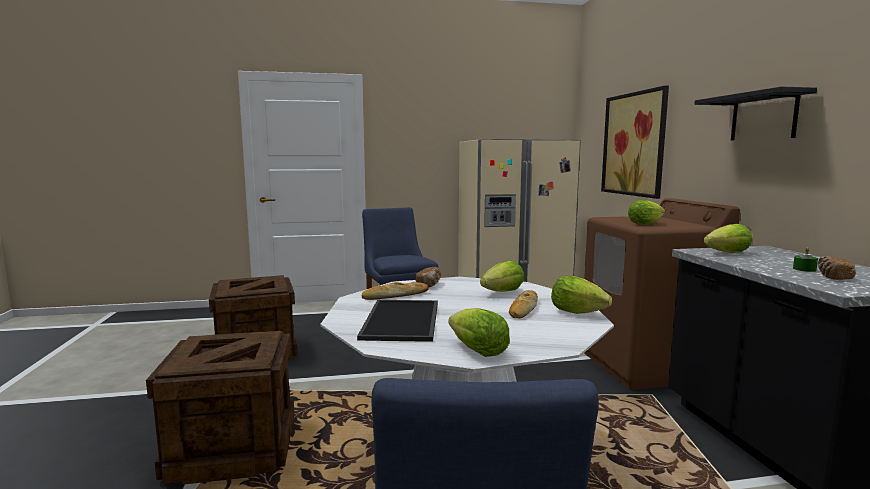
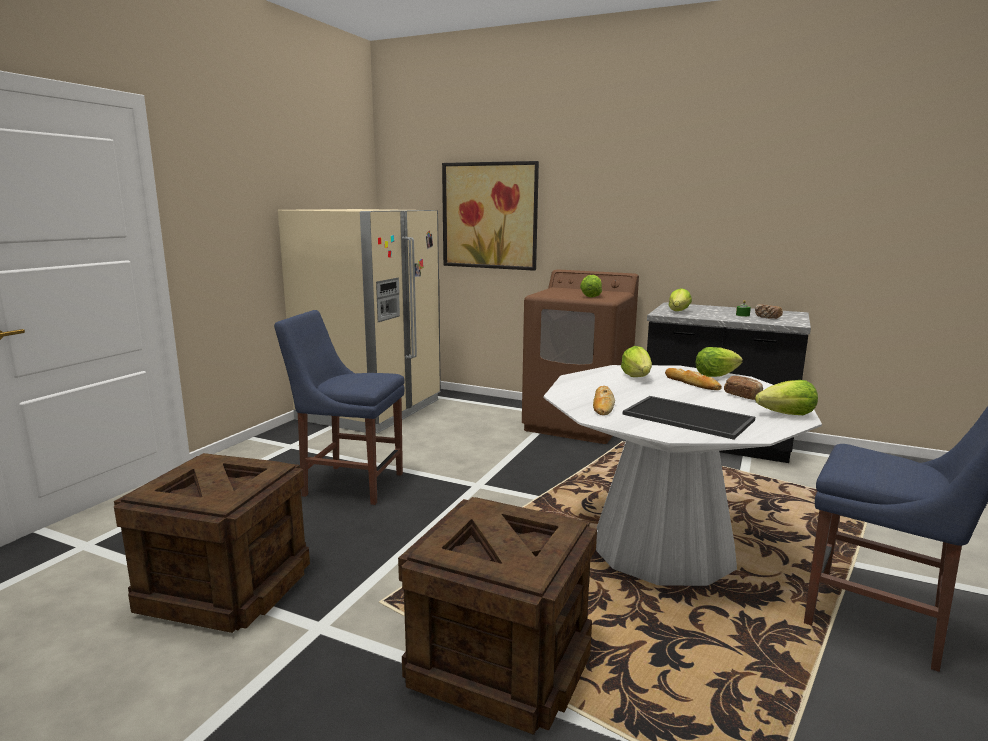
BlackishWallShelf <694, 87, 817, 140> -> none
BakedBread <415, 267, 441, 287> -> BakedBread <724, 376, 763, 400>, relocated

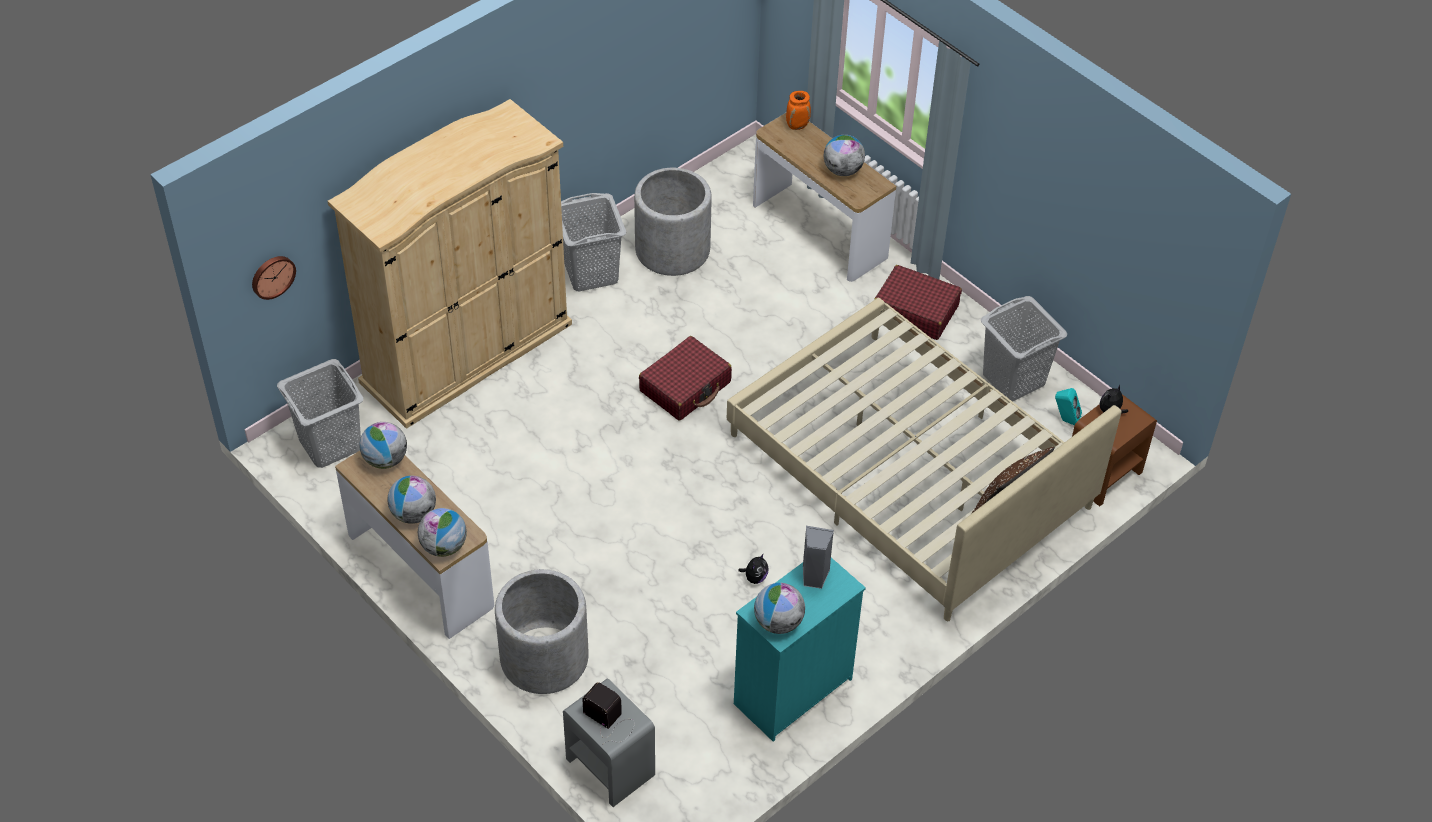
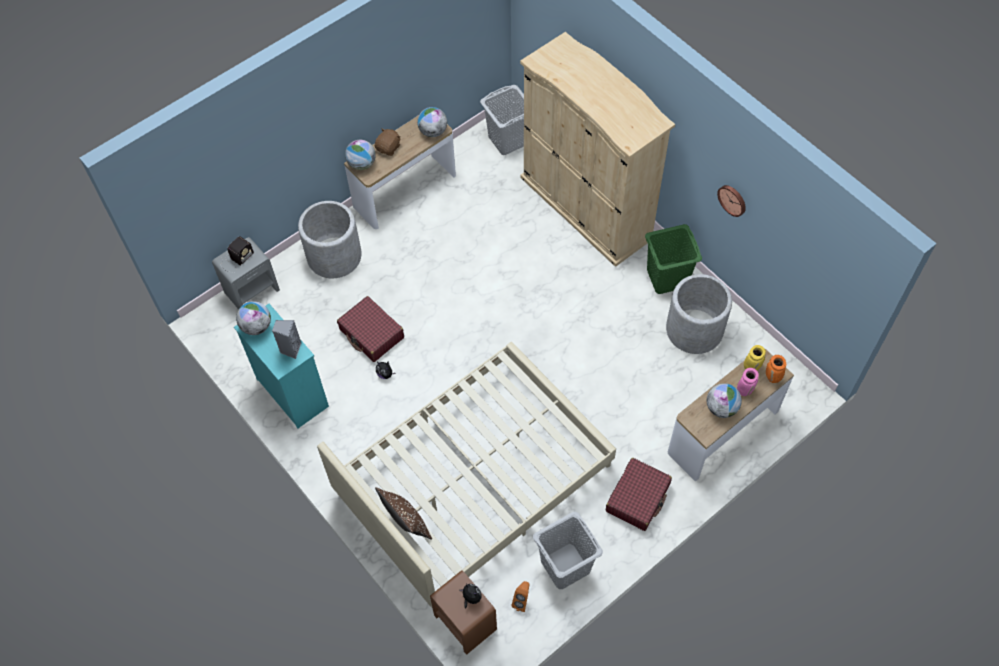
none -> PinkColouredFlowerVase <737, 368, 759, 396>
none -> YellowFlowerVase <744, 345, 766, 371>
HangingClock <252, 256, 296, 300> -> HangingClock <717, 185, 746, 217>, relocated
ReddishTravelCase <639, 336, 732, 421> -> ReddishTravelCase <337, 296, 404, 362>, relocated
Globe <387, 476, 436, 524> -> BrownSoftToy <375, 128, 401, 156>
GreyLaundryBasket <561, 193, 626, 292> -> GreenishLaundryBasket <645, 224, 702, 294>
BlueGreenAudioSpeaker <1055, 388, 1082, 426> -> OrangeAudioSpeaker <511, 581, 530, 612>

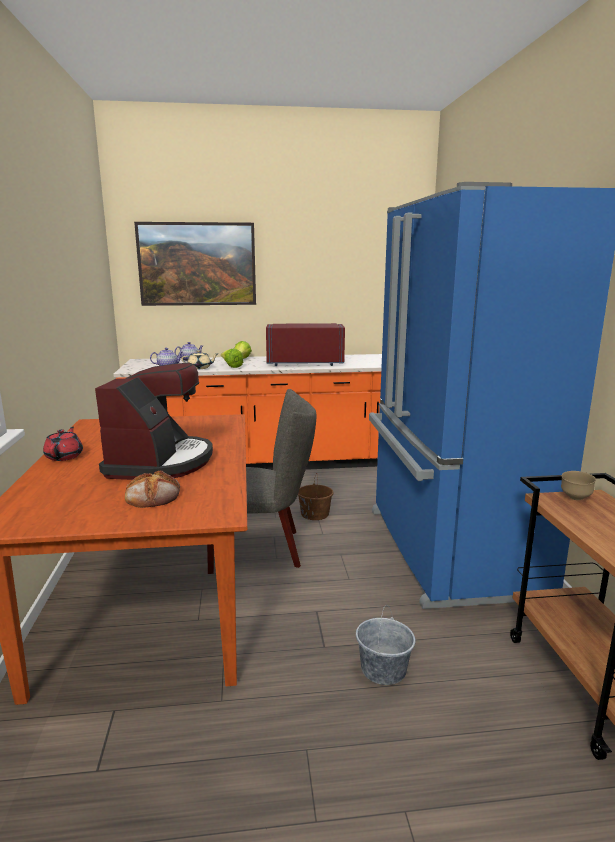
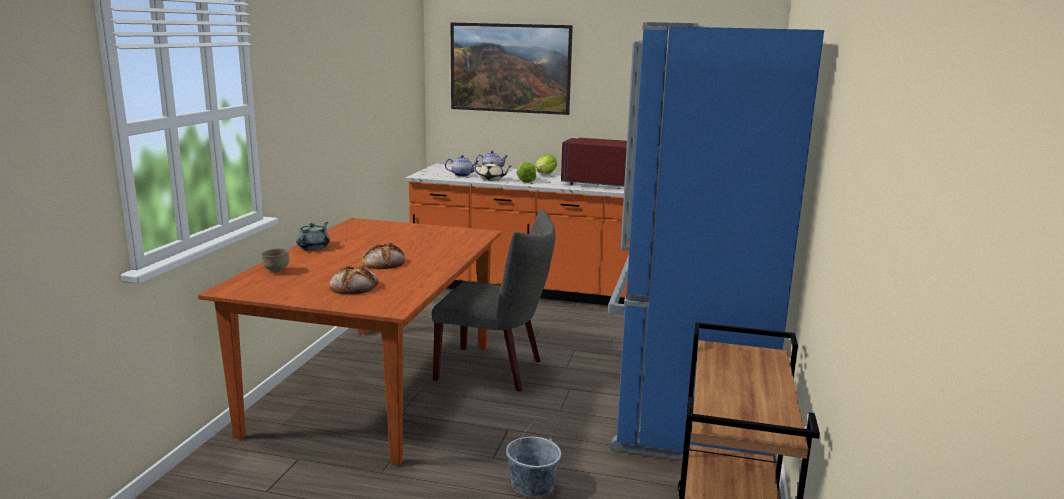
BrownPail <298, 474, 334, 520> -> none
BrownBowl <561, 471, 596, 500> -> BrownBowl <261, 248, 290, 272>, relocated
CoffeeBrewer <95, 363, 213, 480> -> BakedBread <362, 243, 405, 269>
ReddishTeaPot <43, 427, 83, 461> -> GreyTeaPot <296, 222, 330, 250>

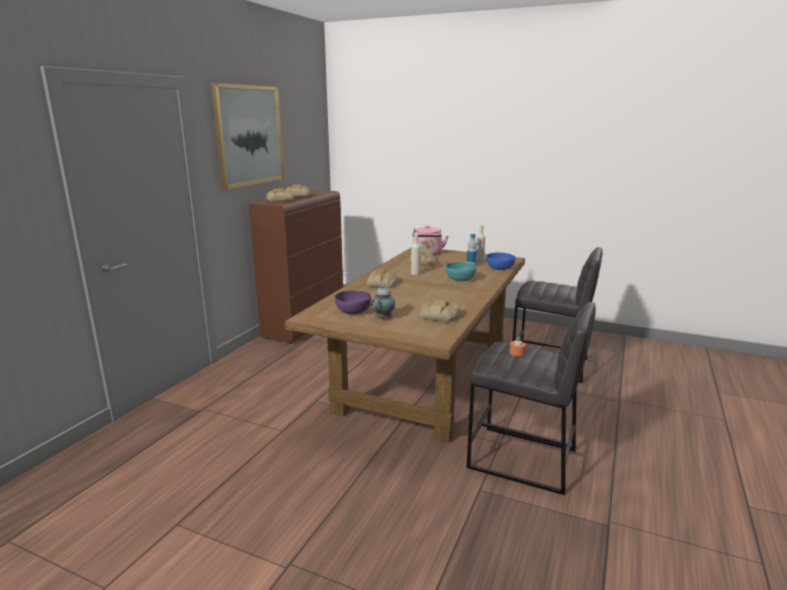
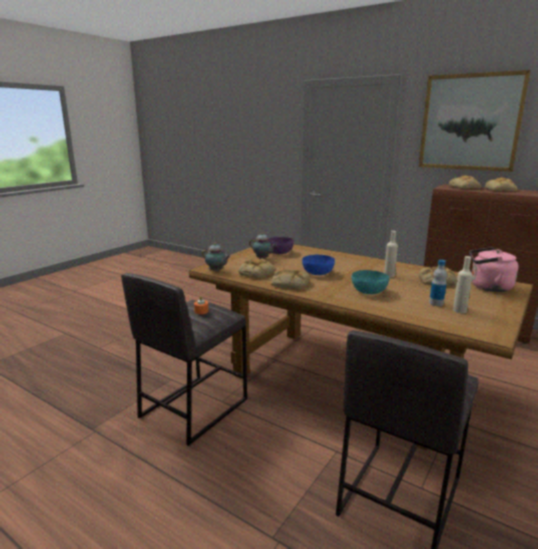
none -> TeaPot <202, 243, 231, 272>
BakedBread <366, 269, 397, 288> -> BakedBread <271, 269, 310, 290>, relocated
BlueColouredBowl <487, 253, 515, 270> -> BlueColouredBowl <302, 255, 335, 275>, relocated

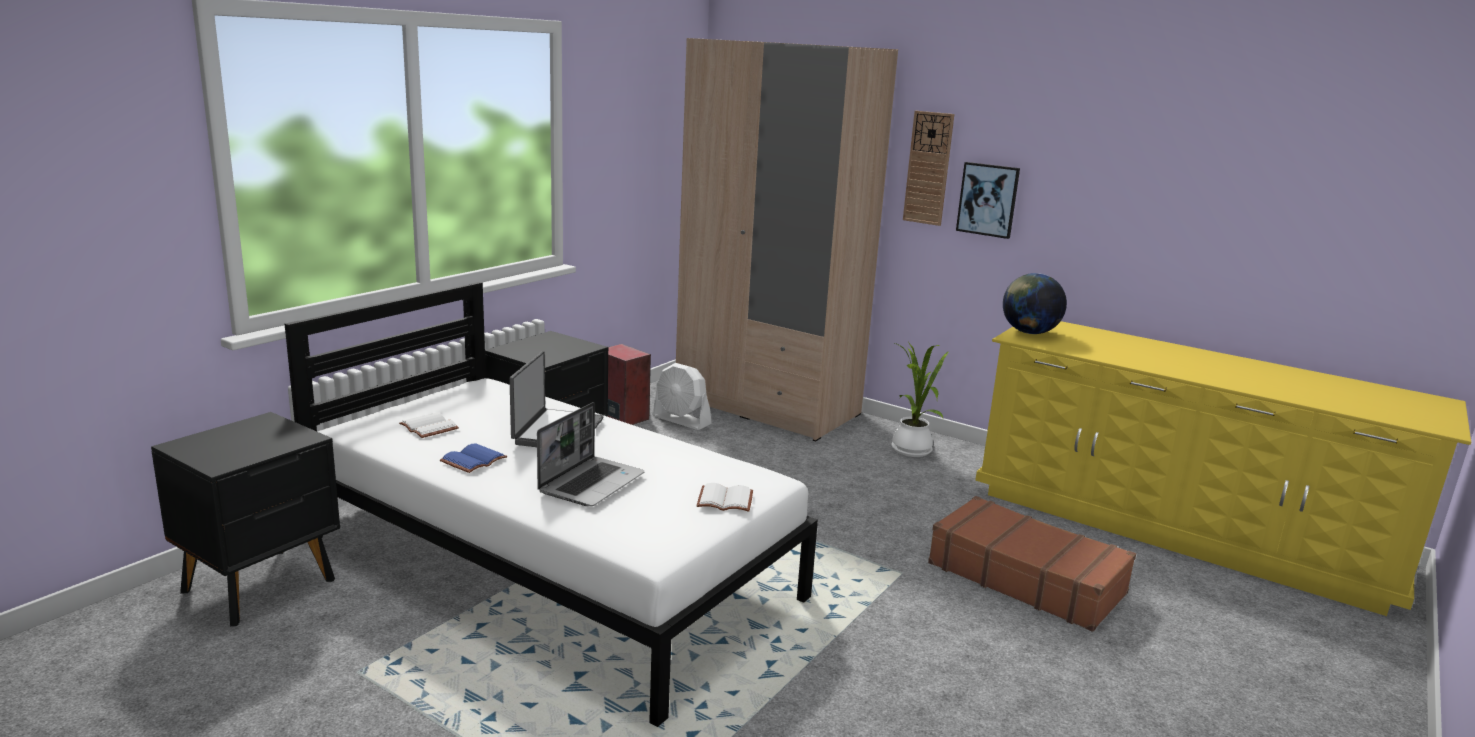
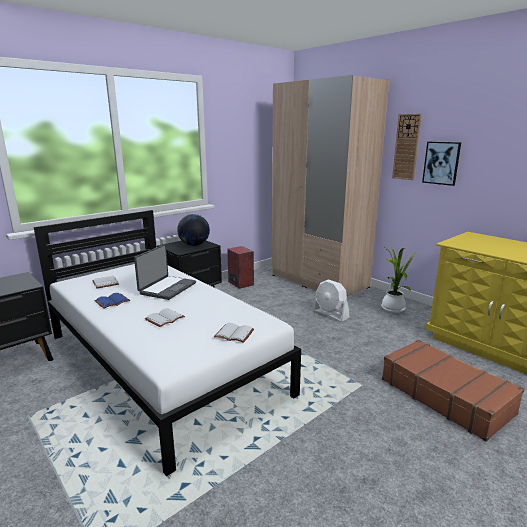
WhiteCoolingFan <652, 363, 712, 430> -> WhiteCoolingFan <313, 280, 350, 322>, relocated
Globe <1003, 273, 1067, 334> -> Globe <177, 214, 210, 246>, relocated
Laptop <537, 402, 645, 506> -> WhiteBoundBook <145, 308, 185, 327>

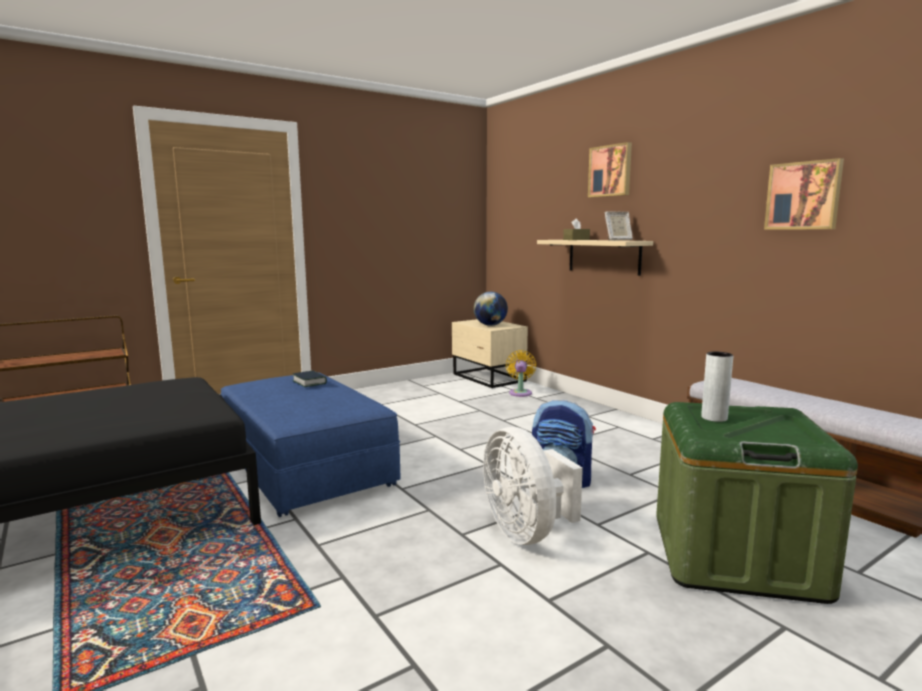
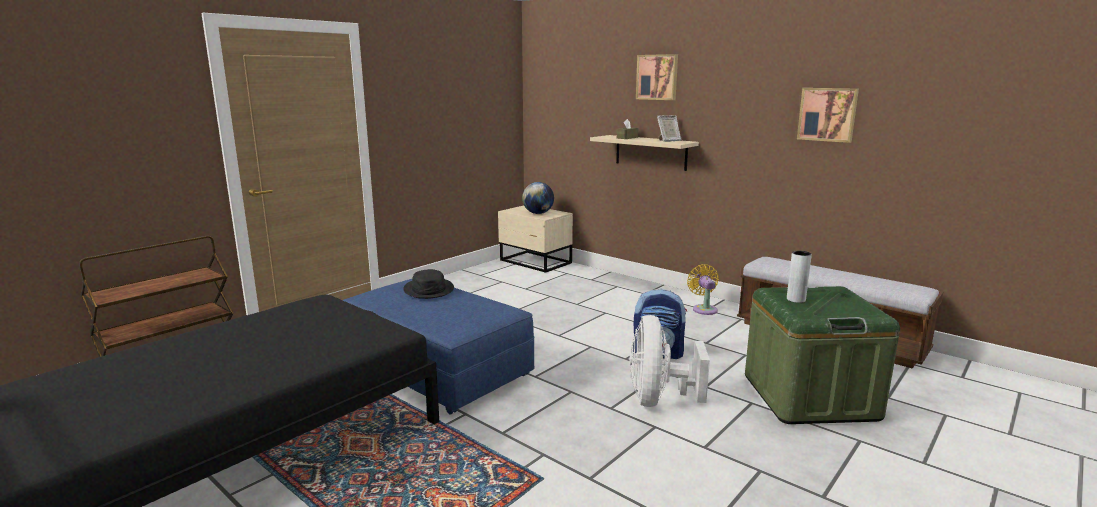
YellowCoolingFan <506, 350, 536, 397> -> YellowCoolingFan <687, 264, 719, 315>, relocated
BoundBook <292, 371, 327, 387> -> BlackishClothingHat <404, 269, 454, 299>
WhiteCoolingFan <483, 427, 583, 545> -> WhiteCoolingFan <630, 315, 710, 407>, 45 degrees clockwise

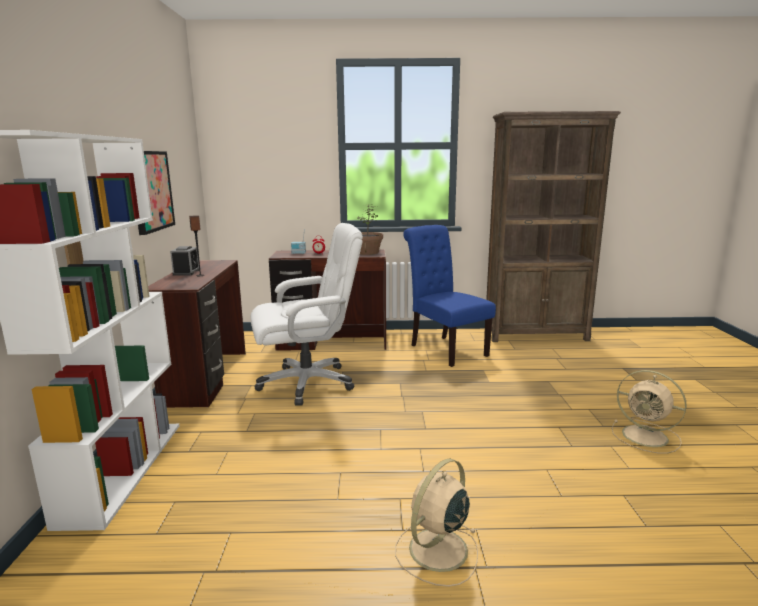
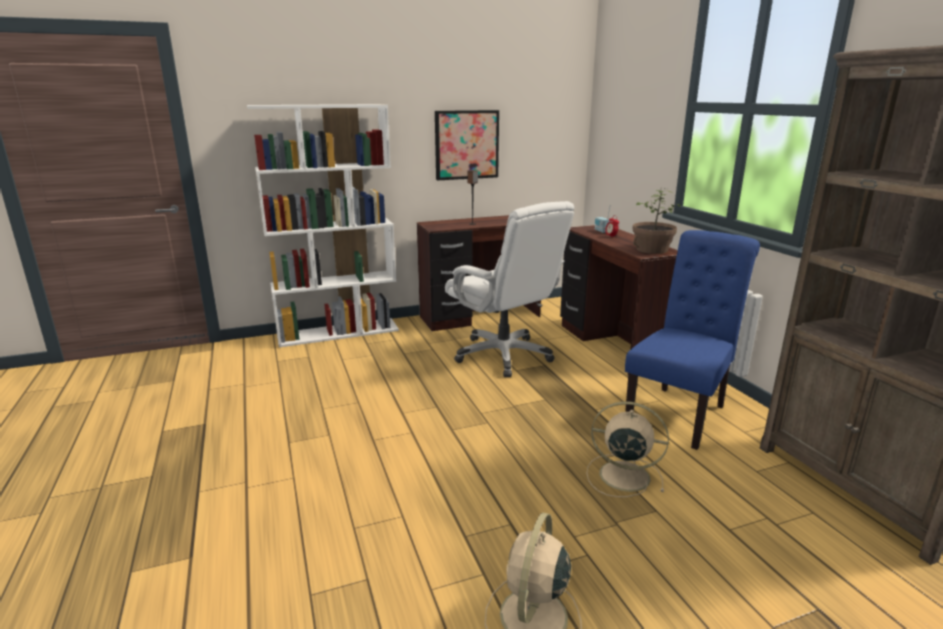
AlarmClock <170, 246, 199, 276> -> none
BeigeColouredCoolingFan <395, 459, 478, 587> -> BeigeColouredCoolingFan <587, 401, 669, 497>, relocated

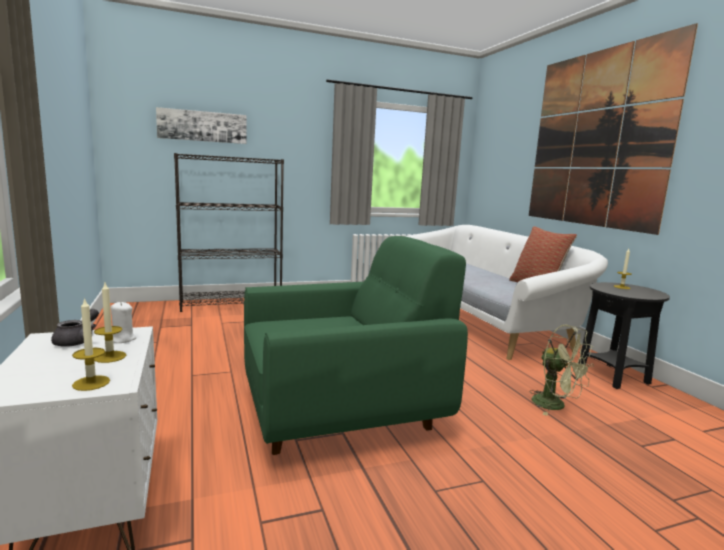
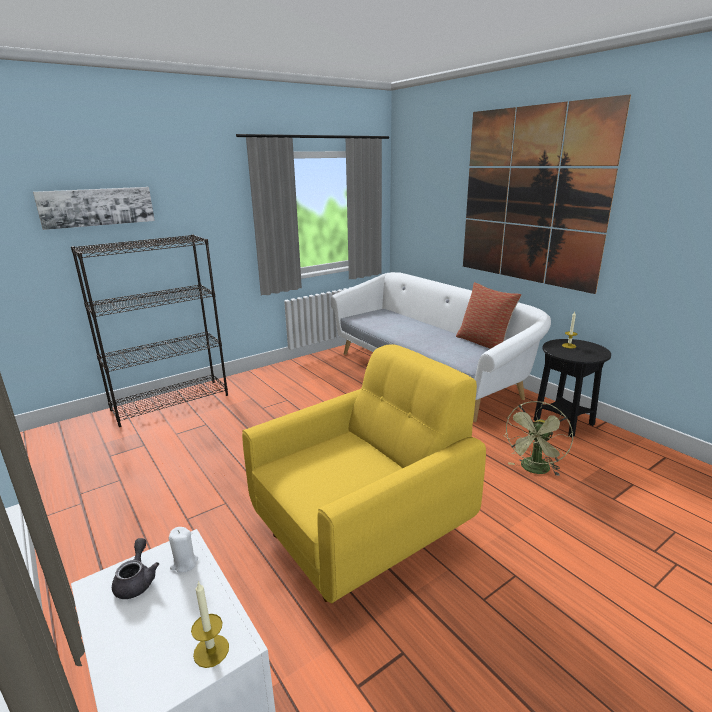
WaxLight <94, 283, 126, 363> -> none
GreenishEasyChair <244, 236, 468, 455> -> YellowEasyChair <242, 344, 486, 603>
GreenishCoolingFan <529, 325, 594, 416> -> GreenishCoolingFan <503, 401, 573, 476>, 90 degrees clockwise

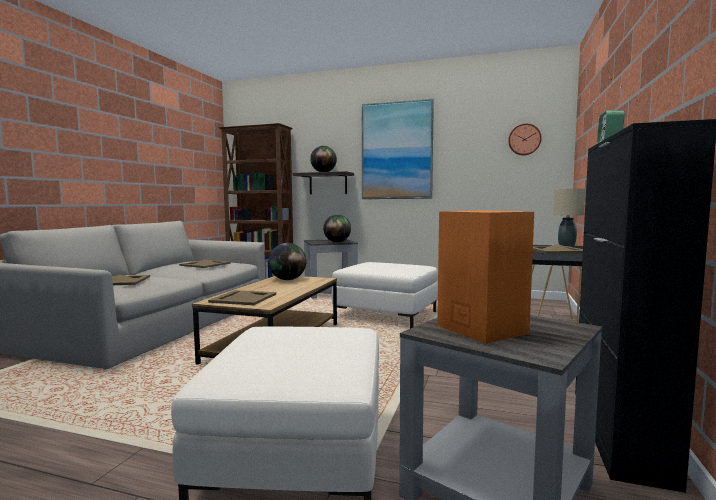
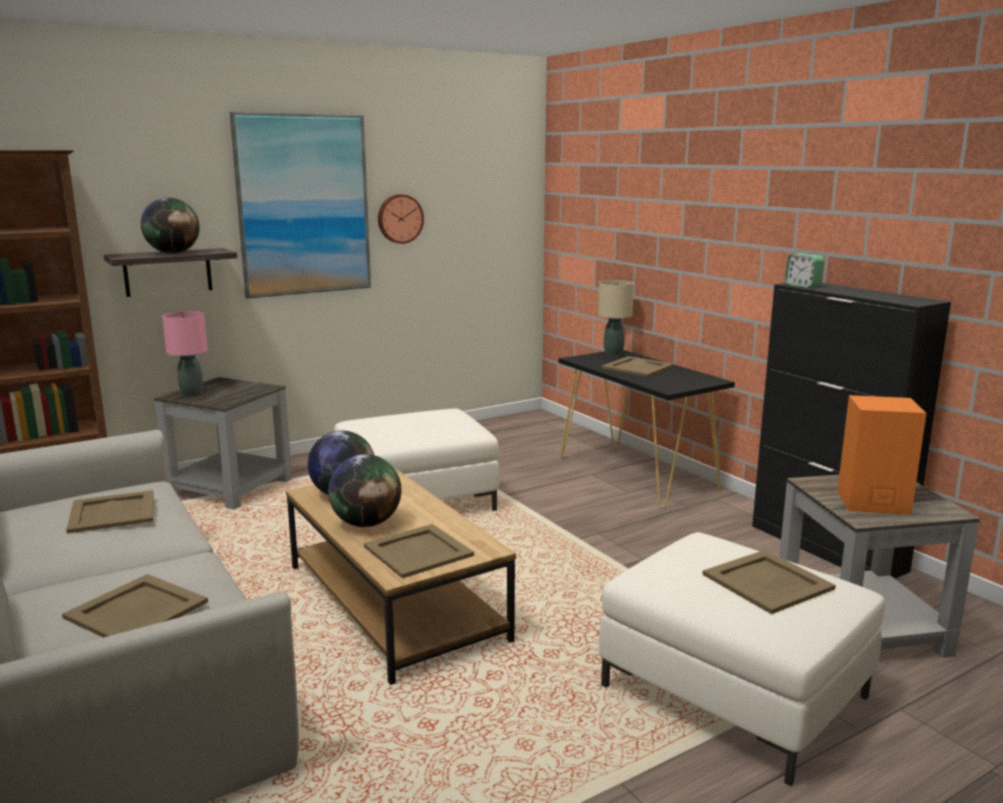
none -> PinkColouredTableLamp <162, 311, 208, 397>
none -> BeigeColouredTray <702, 550, 836, 614>
Globe <323, 215, 351, 242> -> Globe <328, 454, 402, 527>, relocated
HangingClock <508, 123, 542, 155> -> HangingClock <378, 194, 424, 244>, relocated

